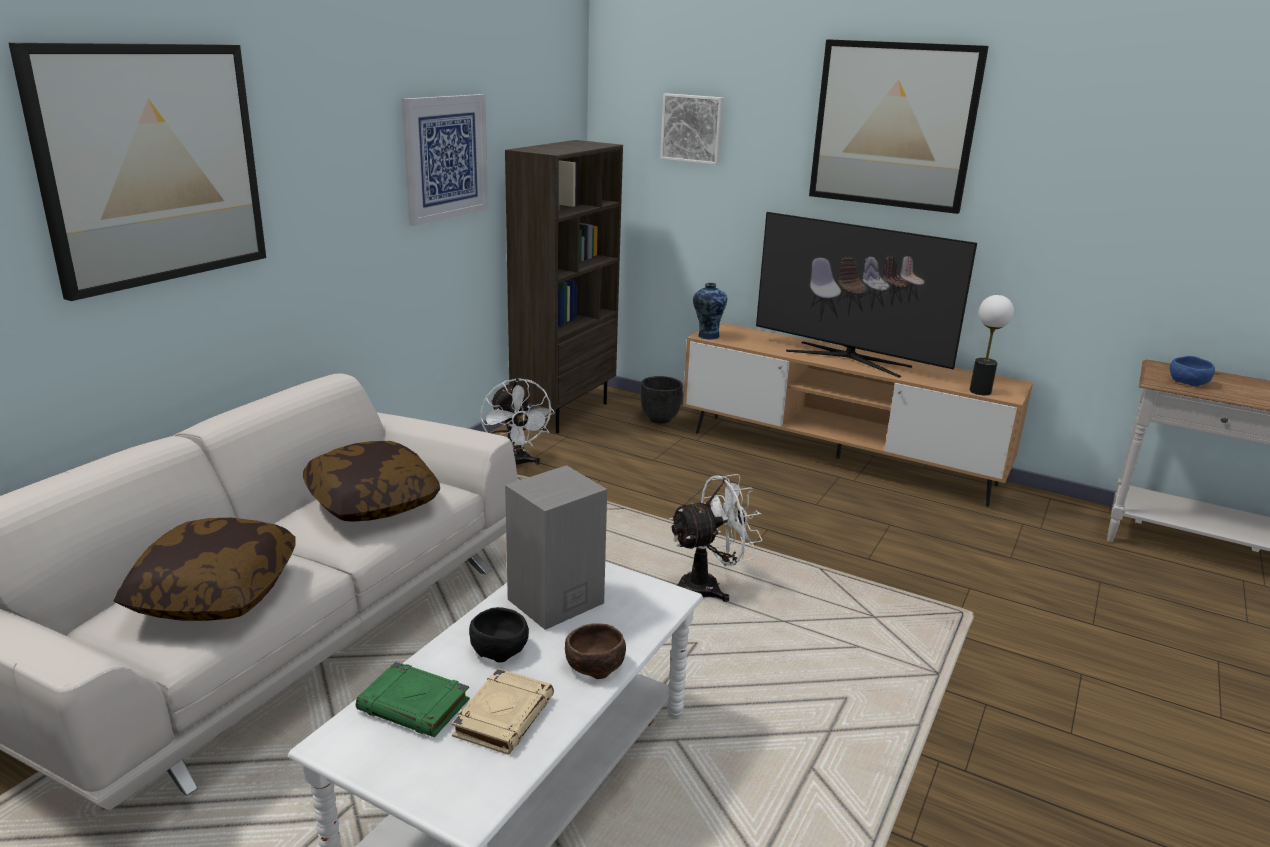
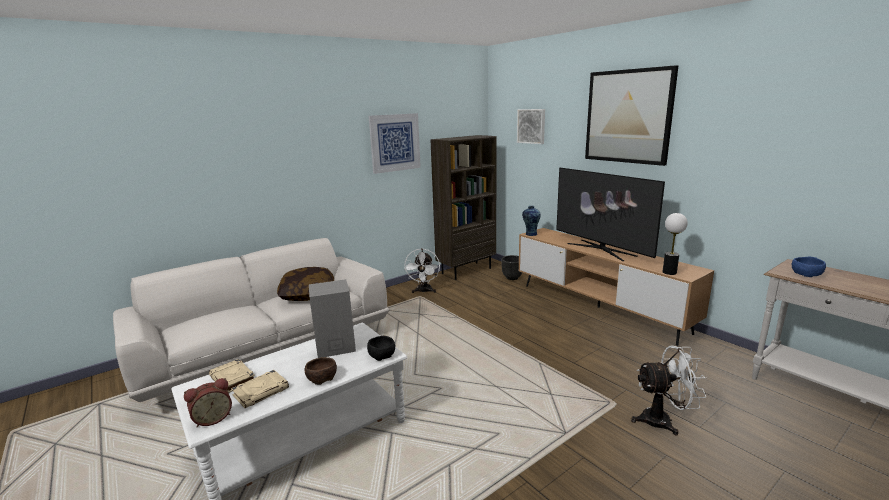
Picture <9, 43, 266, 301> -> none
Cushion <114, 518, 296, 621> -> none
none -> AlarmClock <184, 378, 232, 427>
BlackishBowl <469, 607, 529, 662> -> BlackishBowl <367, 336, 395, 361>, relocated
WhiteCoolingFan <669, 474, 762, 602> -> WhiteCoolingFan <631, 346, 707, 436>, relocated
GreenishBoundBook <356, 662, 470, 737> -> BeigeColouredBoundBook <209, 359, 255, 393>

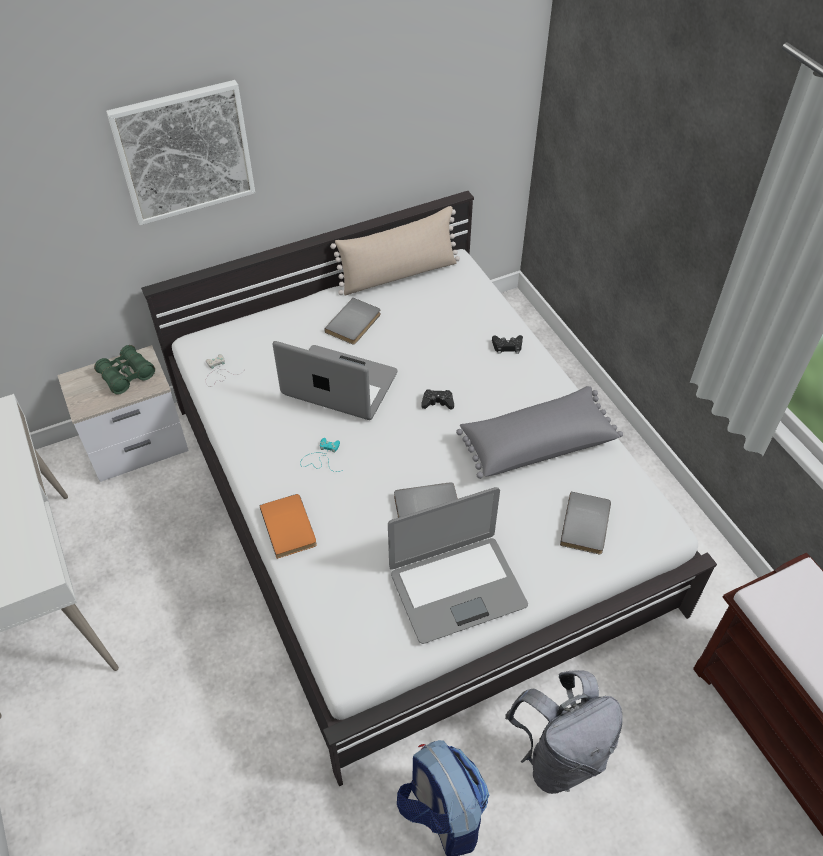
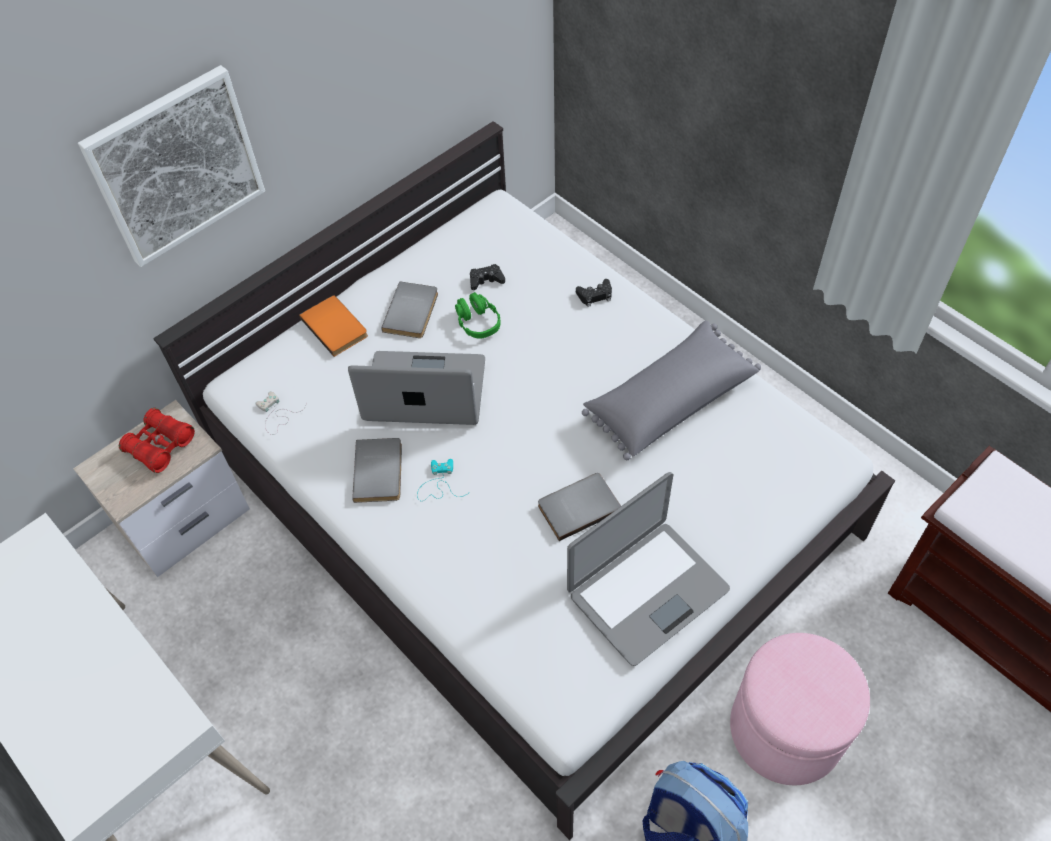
BeigeColouredCushion <330, 206, 460, 296> -> none
none -> GreenishHeadphones <455, 292, 501, 339>
OrangeBoundBook <260, 494, 317, 559> -> OrangeBoundBook <299, 296, 368, 357>, relocated
BlackishGamepad <421, 390, 454, 410> -> BlackishGamepad <470, 264, 505, 290>, relocated
GreyBoundBook <560, 492, 611, 554> -> GreyBoundBook <352, 438, 402, 503>, relocated
GreyBackpack <505, 670, 623, 794> -> PinkColouredOttoman <730, 633, 870, 785>
GreenishPairOfBinoculars <94, 345, 155, 395> -> ReddishPairOfBinoculars <119, 408, 195, 473>

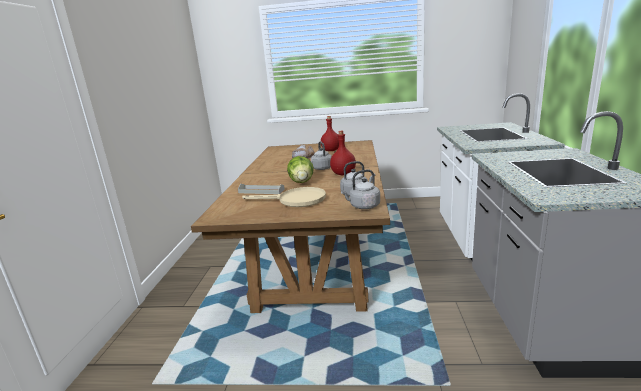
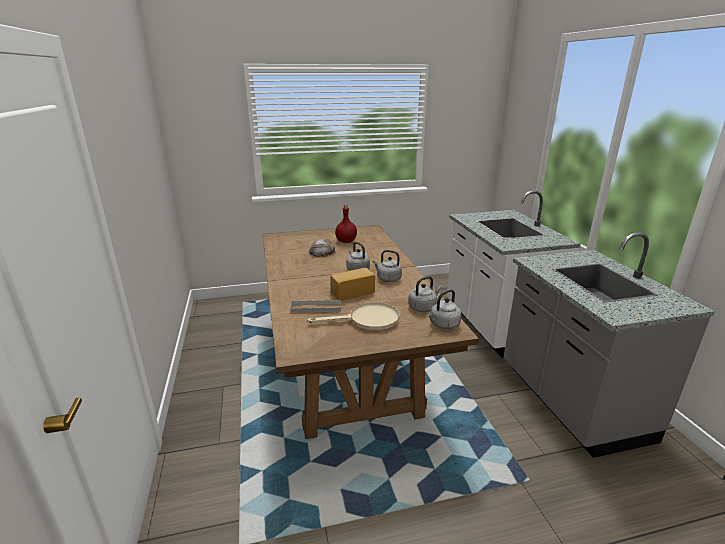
LettuceHead <287, 156, 314, 183> -> BakedBread <330, 268, 375, 301>
ReddishBottle <330, 131, 356, 175> -> GreyKettle <373, 250, 402, 282>

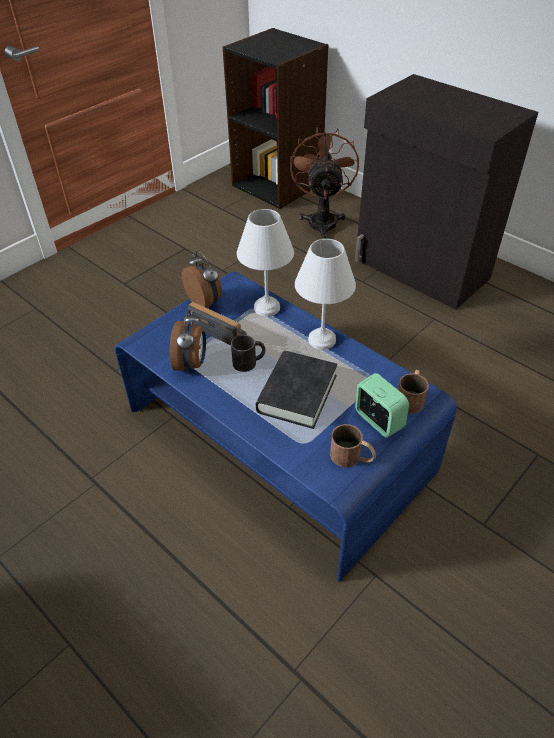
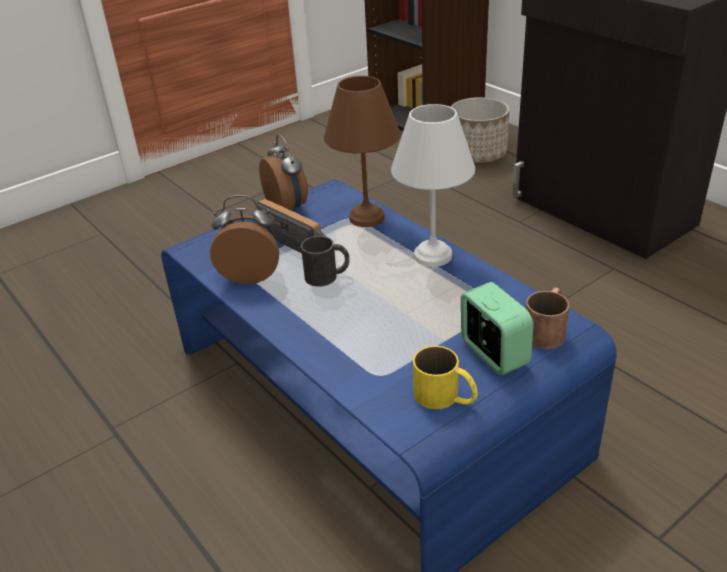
BlackishBoundBook <255, 351, 337, 429> -> none
BrownCoolingFan <290, 128, 359, 239> -> PlantPot <451, 97, 510, 163>
WhiteTableLamp <237, 209, 294, 316> -> BrownTableLamp <324, 76, 400, 227>
BrownMug <330, 424, 376, 467> -> YellowMug <413, 346, 478, 409>
AlarmClock <170, 310, 206, 374> -> AlarmClock <210, 195, 279, 284>, 105 degrees counterclockwise

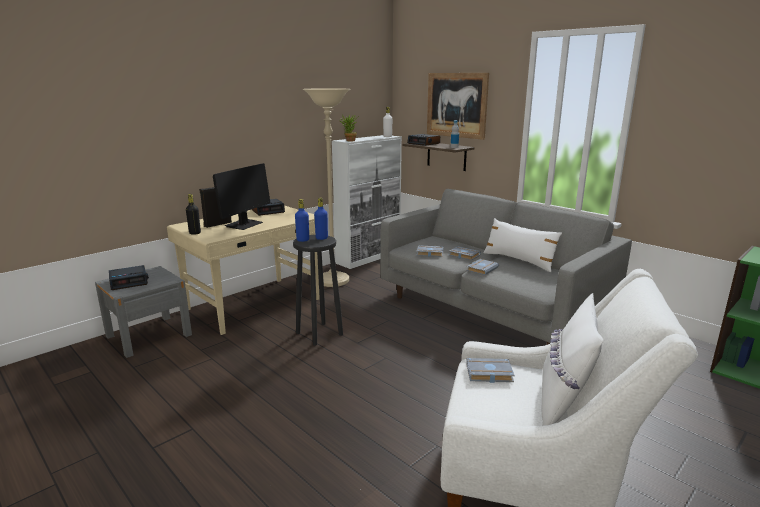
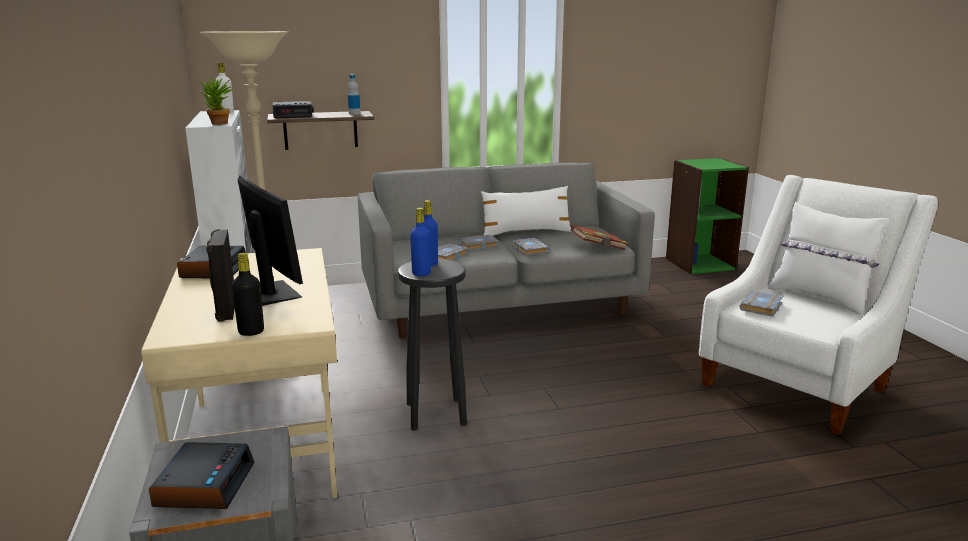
Picture <427, 73, 489, 140> -> none
none -> BrownBoundBook <571, 225, 628, 250>

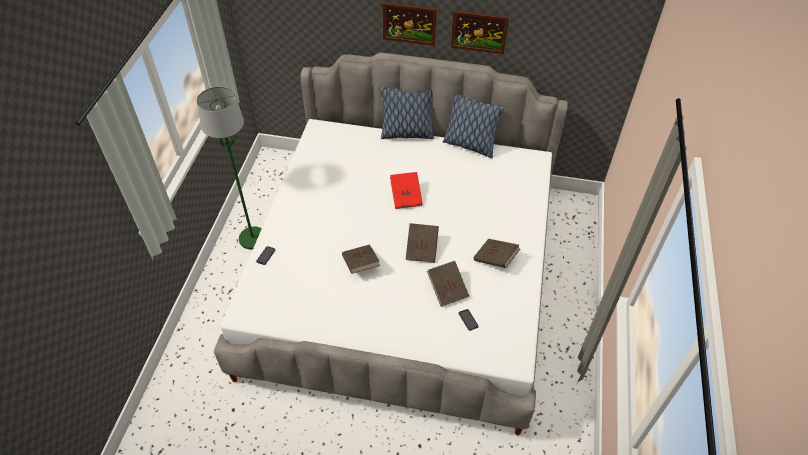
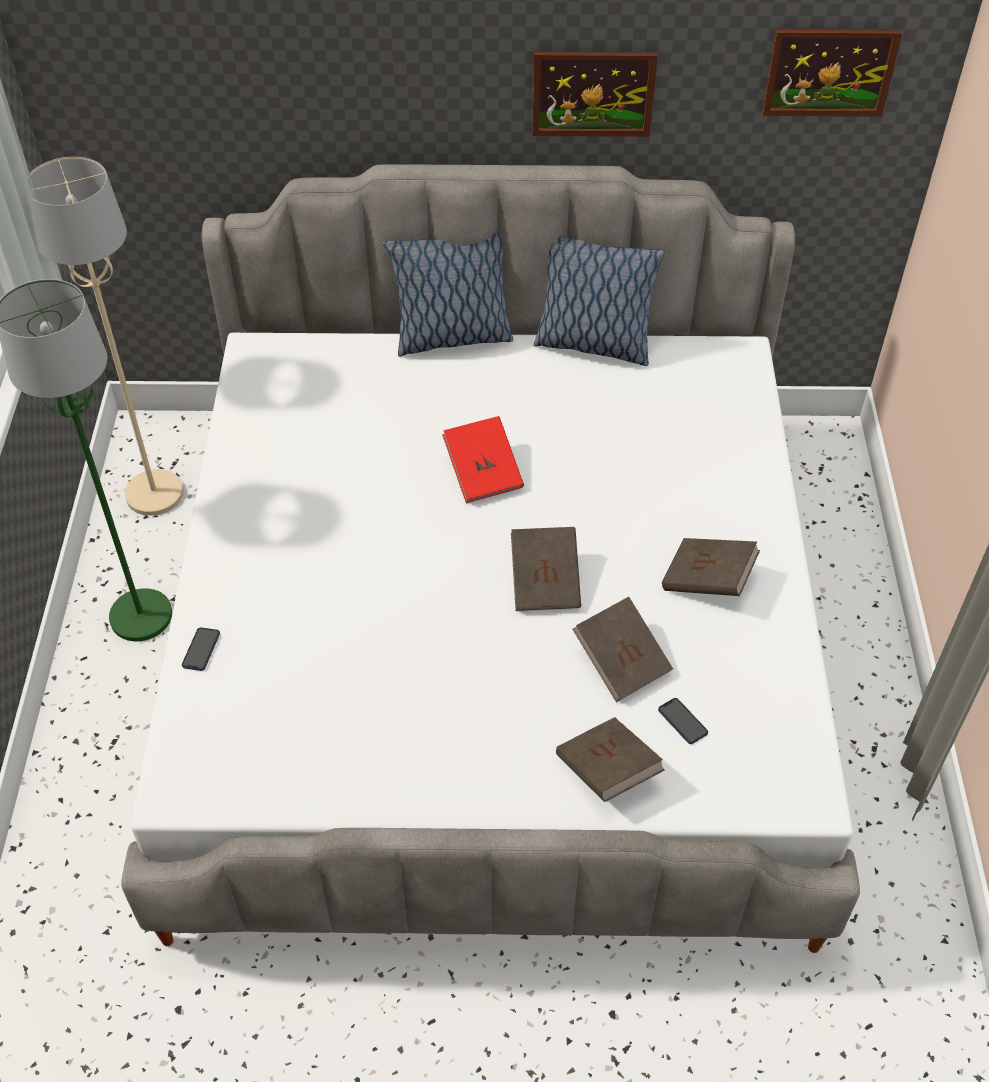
none -> BeigeColouredStandardLamp <27, 157, 184, 516>
BrownBoundBook <342, 244, 380, 274> -> BrownBoundBook <556, 717, 665, 802>, relocated
Picture <382, 3, 437, 46> -> Picture <762, 30, 902, 117>, relocated

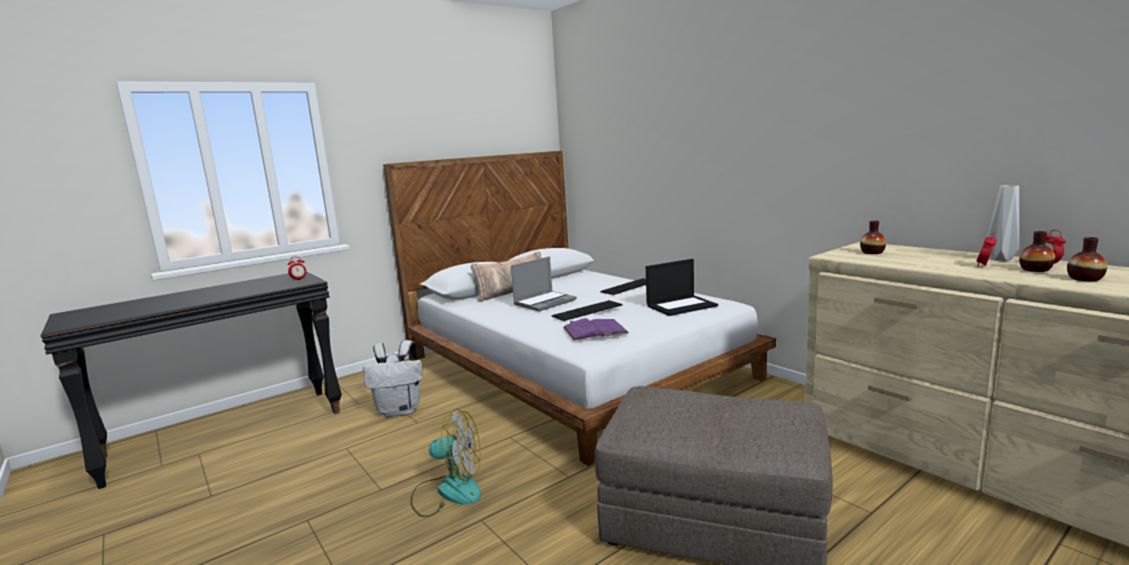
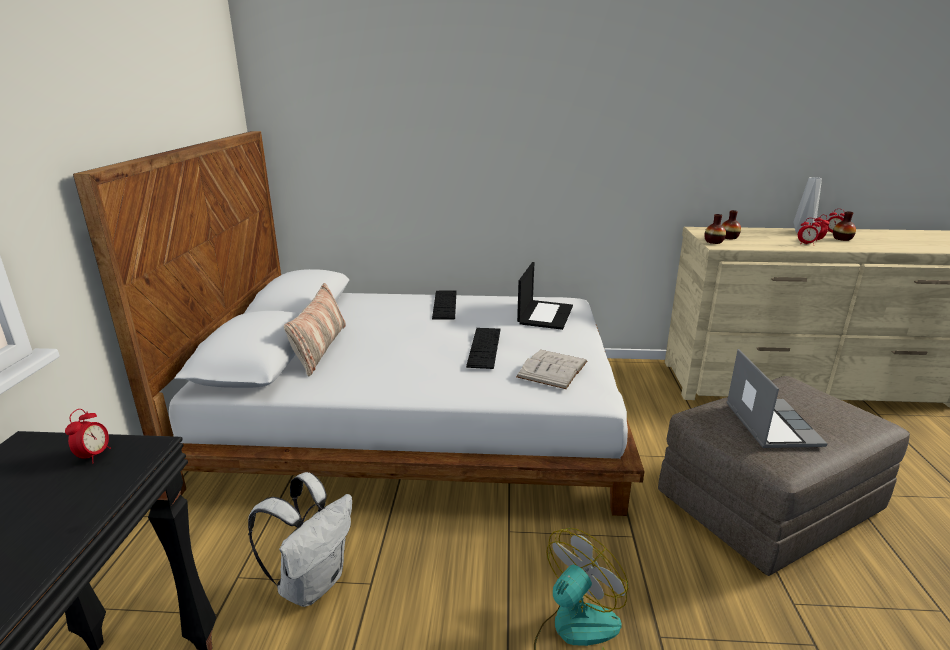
none -> AlarmClock <798, 218, 820, 245>
Laptop <511, 256, 577, 311> -> Laptop <726, 349, 828, 448>, relocated
FlowerVase <1067, 237, 1107, 281> -> FlowerVase <704, 214, 726, 244>, relocated
PurpleBoundBook <563, 318, 629, 341> -> WhiteBoundBook <516, 350, 587, 389>

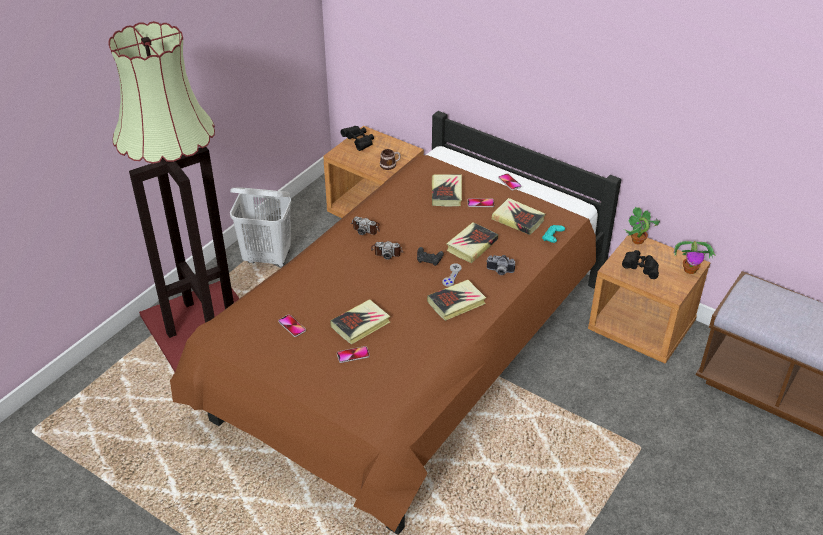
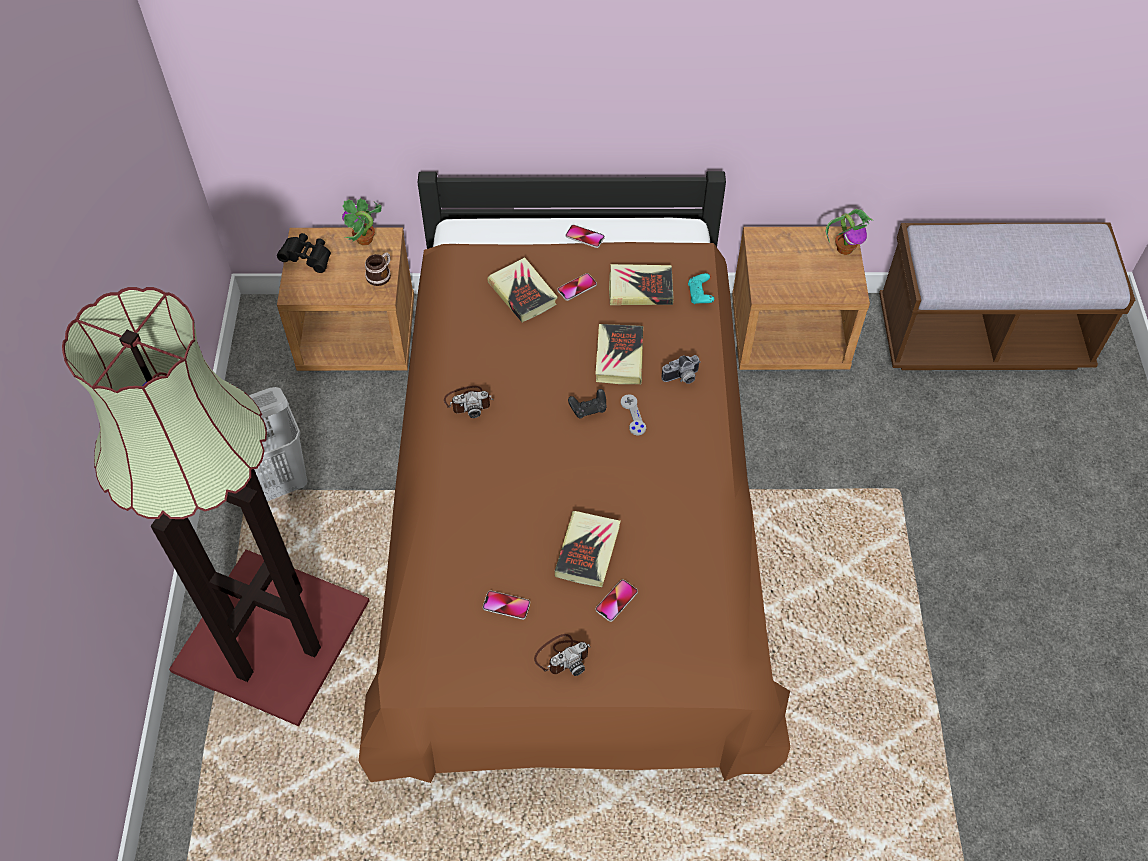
BoundBook <427, 280, 486, 321> -> none
BlackishPairOfBinoculars <622, 250, 659, 279> -> none
StillCamera <371, 241, 403, 260> -> StillCamera <534, 634, 591, 676>, relocated
PlantInAPot <624, 207, 660, 245> -> PlantInAPot <342, 198, 382, 245>, relocated

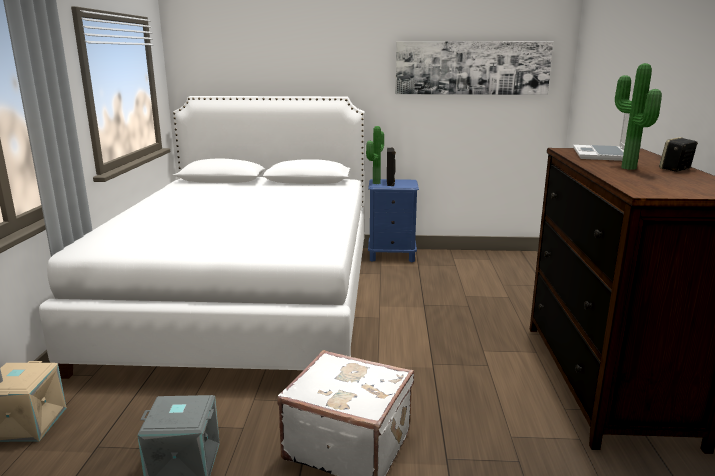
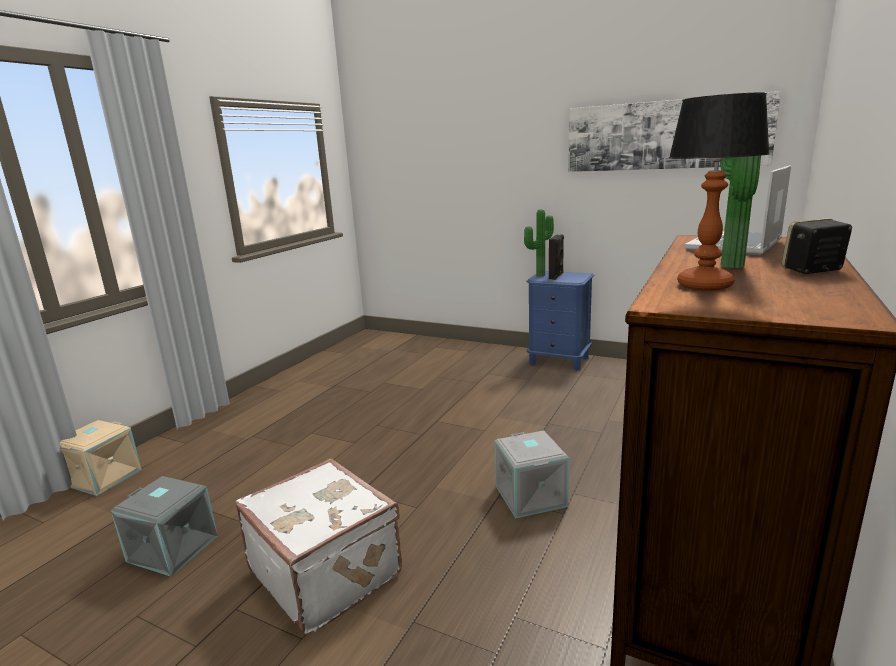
WhiteBed <39, 96, 365, 379> -> none
none -> GreyStorageBox <495, 431, 569, 518>
none -> TableLamp <669, 93, 770, 291>

